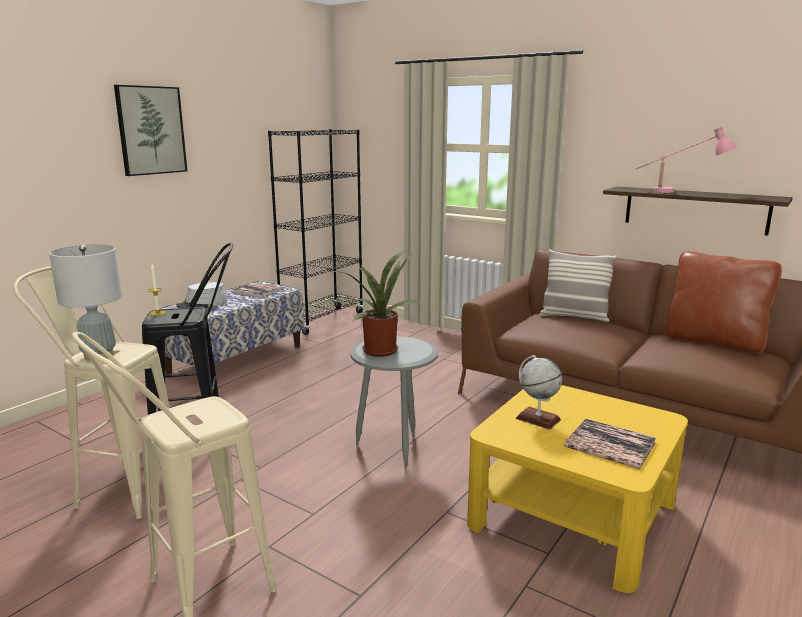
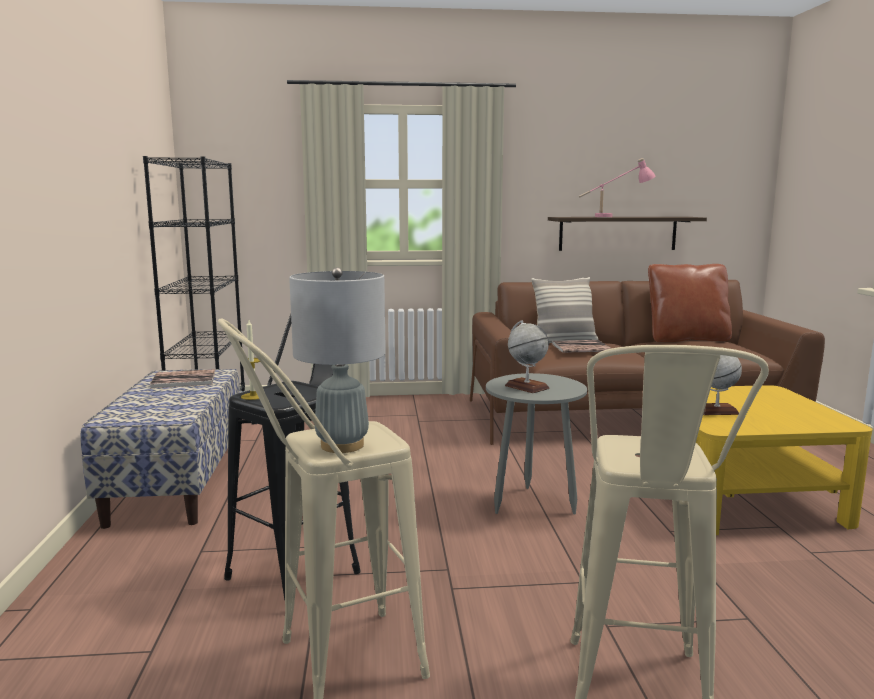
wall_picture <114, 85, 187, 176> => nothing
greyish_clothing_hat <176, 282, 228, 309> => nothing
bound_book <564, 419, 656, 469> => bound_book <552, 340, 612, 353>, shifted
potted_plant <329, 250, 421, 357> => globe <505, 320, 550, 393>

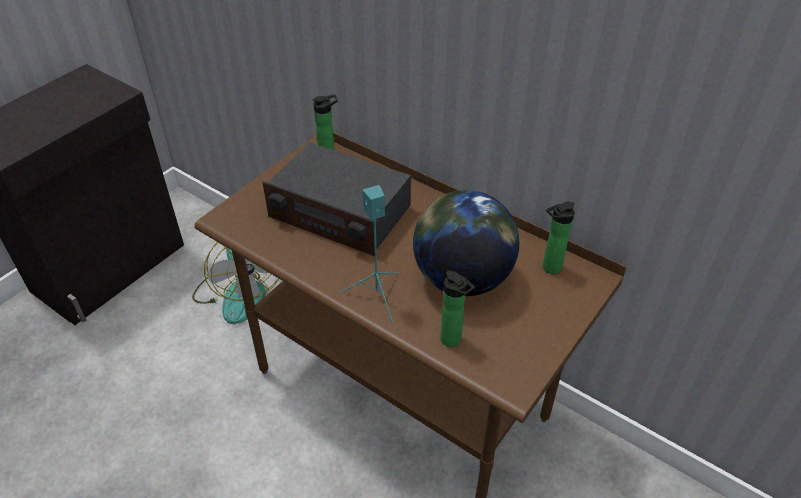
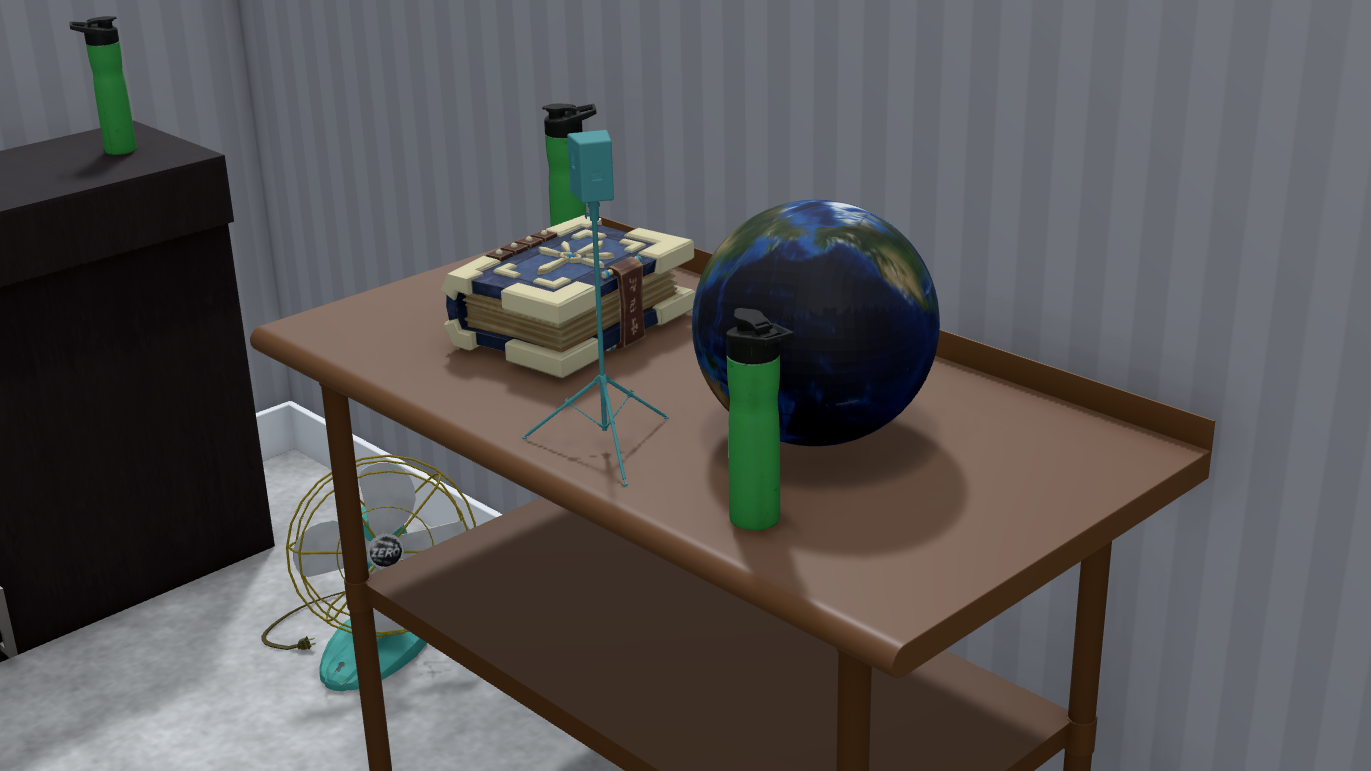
drink_bottle <543, 201, 575, 274> => drink_bottle <69, 16, 137, 155>, shifted
radio <263, 142, 411, 256> => bound_book <441, 215, 695, 378>

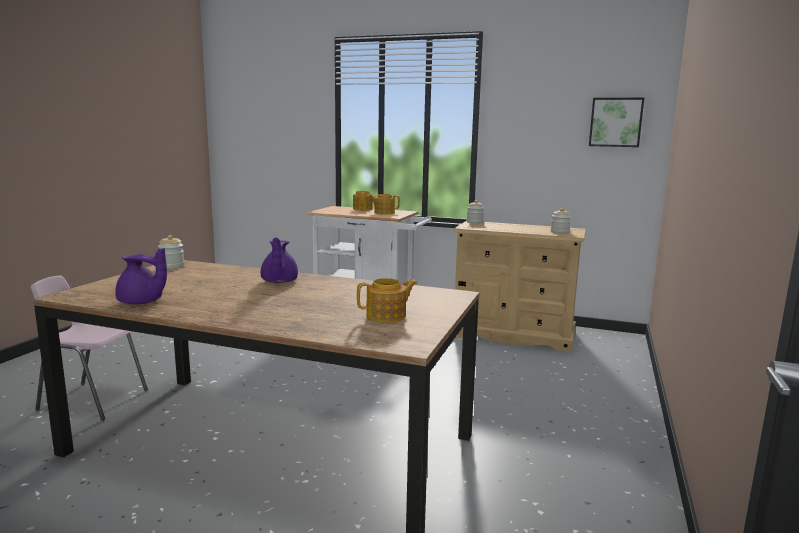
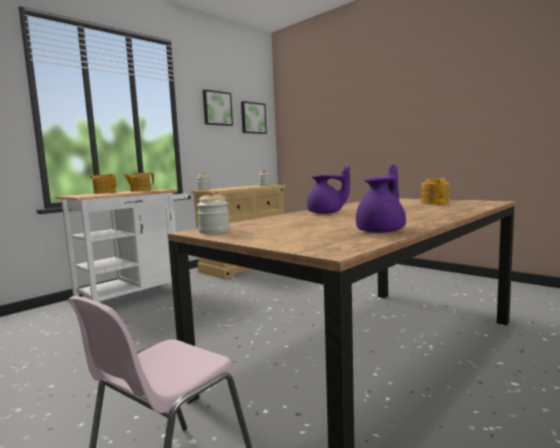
nothing => wall_picture <203, 90, 233, 126>

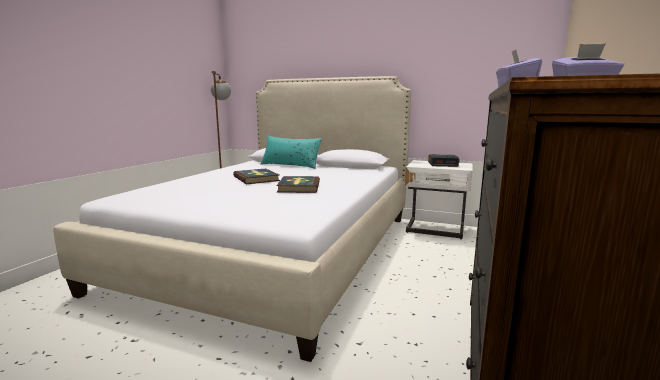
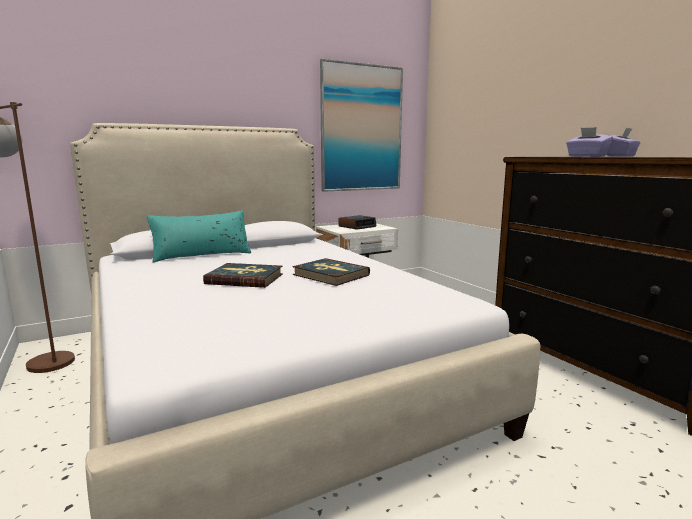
nothing => wall_picture <320, 59, 403, 192>

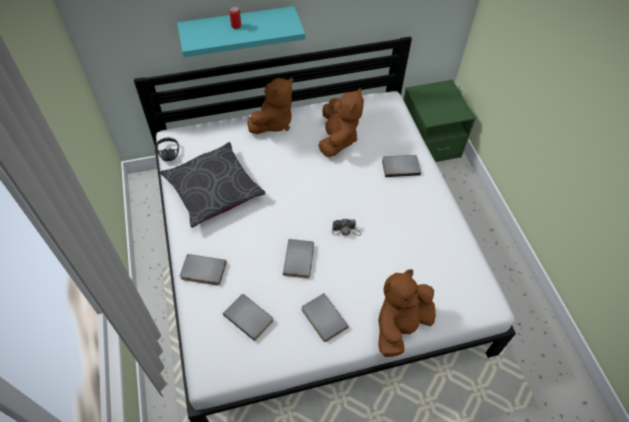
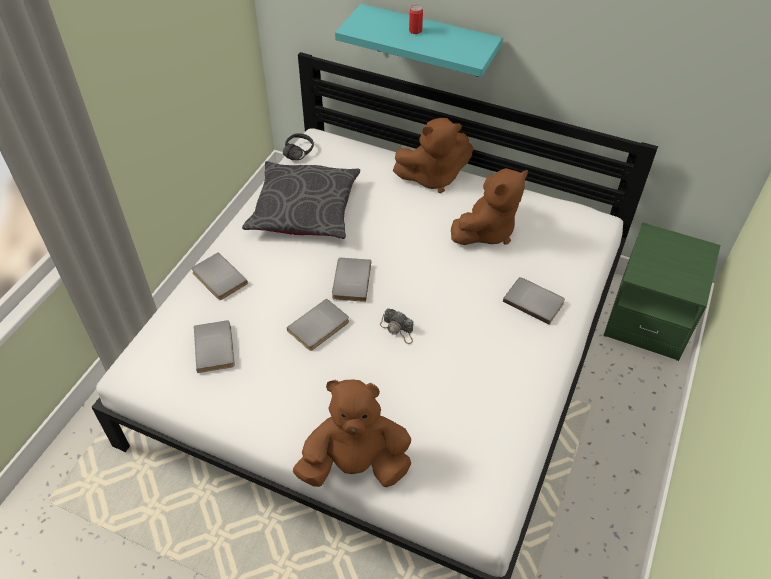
greyish_bound_book <302, 293, 349, 342> => greyish_bound_book <332, 258, 371, 302>, shifted

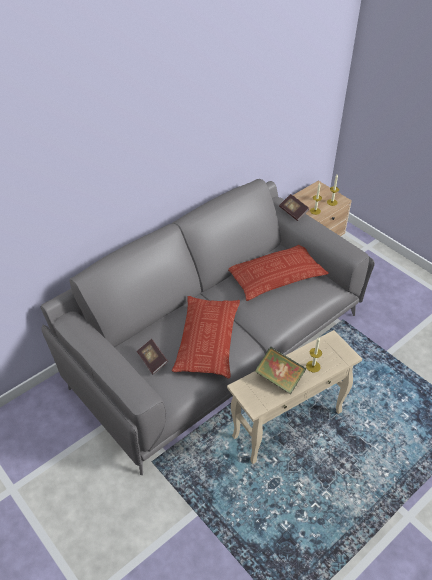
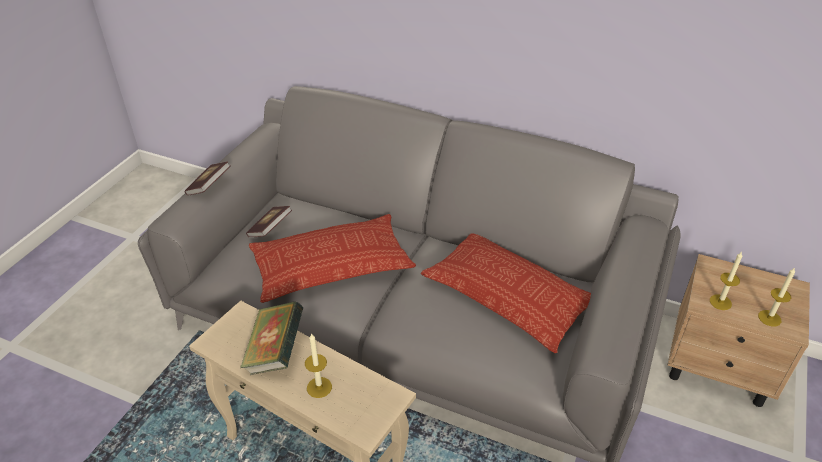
bound_book <279, 194, 309, 221> => bound_book <184, 162, 231, 196>, shifted

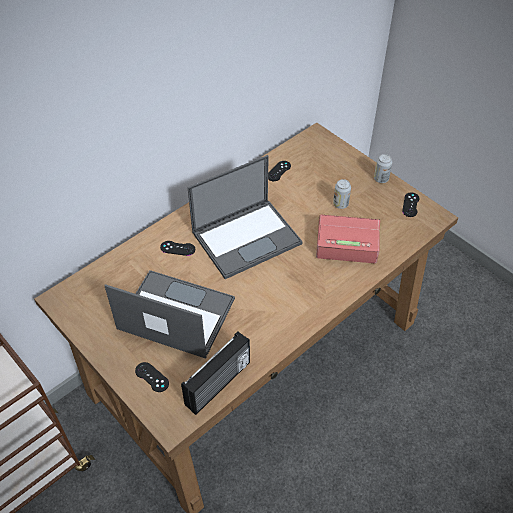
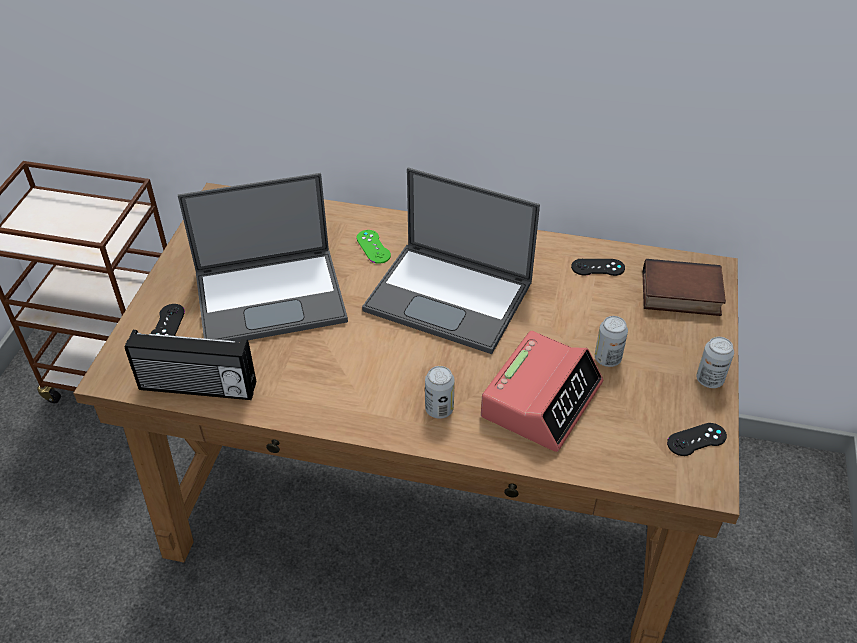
nothing => metal_can <425, 366, 455, 419>
nothing => bound_book <642, 259, 726, 316>
black_joypad <160, 241, 195, 256> => greenish_joypad <356, 230, 391, 264>
portable_computer <104, 270, 235, 359> => portable_computer <178, 173, 348, 342>, 90 degrees clockwise
alarm_clock <316, 215, 380, 263> => alarm_clock <481, 331, 603, 452>, 60 degrees clockwise

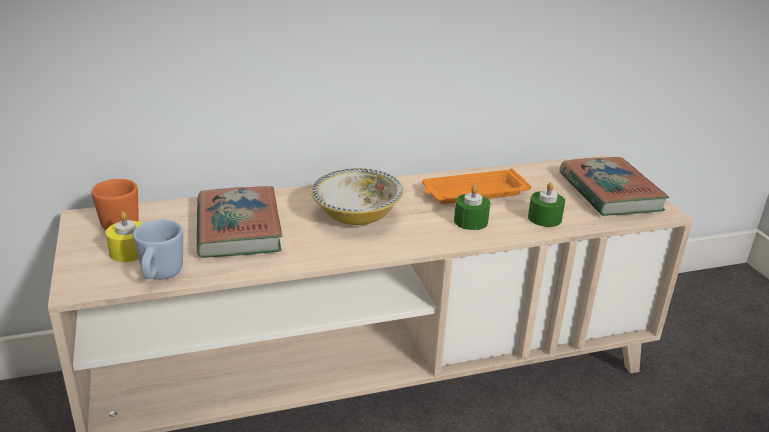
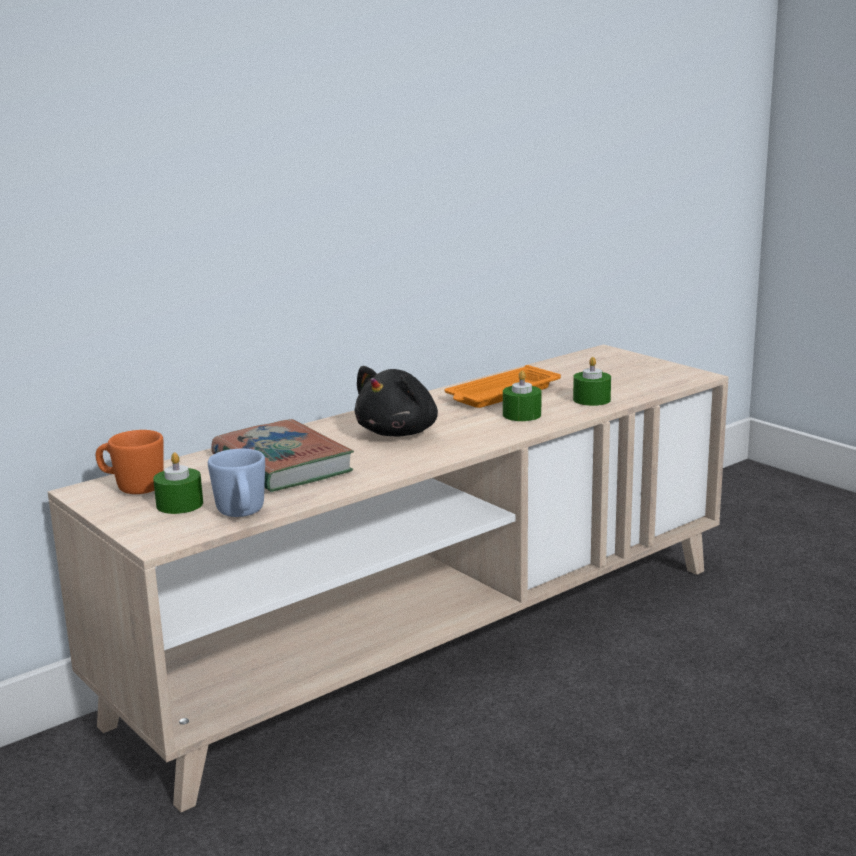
bound_book <559, 157, 670, 216> => nothing
deep_dish <311, 168, 403, 225> => black_soft_toy <355, 366, 438, 437>
yellow-coloured_wax_light <106, 212, 143, 262> => greenish_wax_light <153, 452, 203, 514>

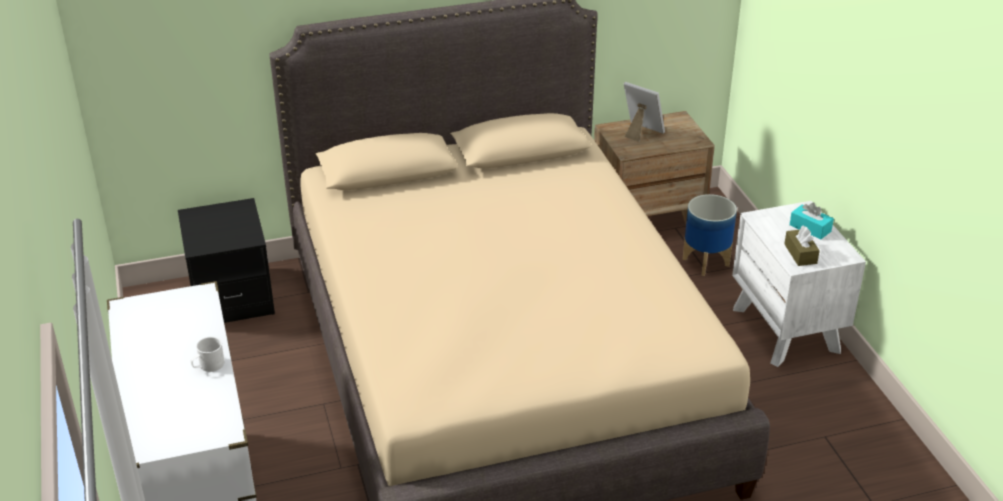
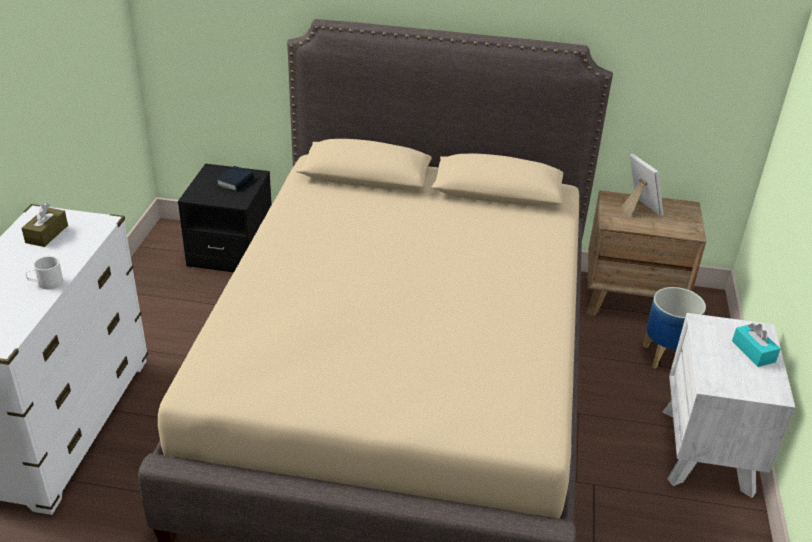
nothing => bound_book <217, 166, 254, 192>
brownish_tissue_holder <784, 225, 820, 266> => brownish_tissue_holder <22, 203, 68, 247>, shifted

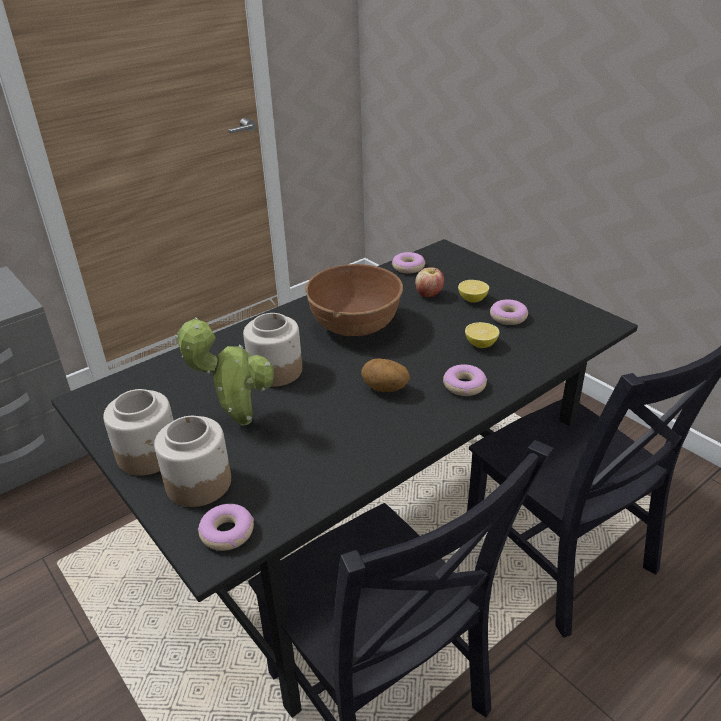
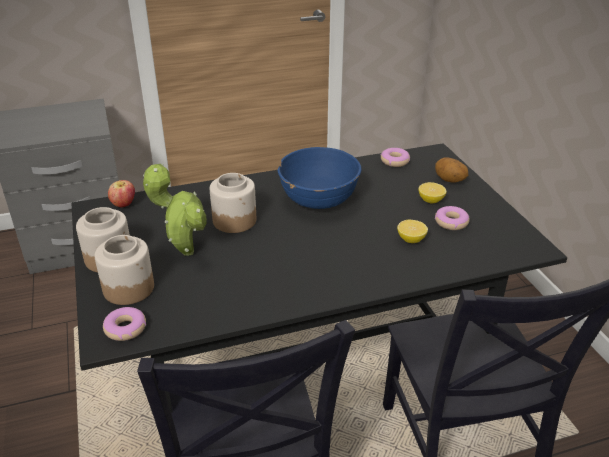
donut <443, 364, 487, 396> => nothing
spud <361, 358, 410, 392> => spud <435, 157, 468, 183>, shifted
whole_apple <415, 267, 444, 297> => whole_apple <108, 180, 135, 207>, shifted
brownish_deep_dish <305, 264, 403, 336> => bluish_deep_dish <278, 147, 361, 209>

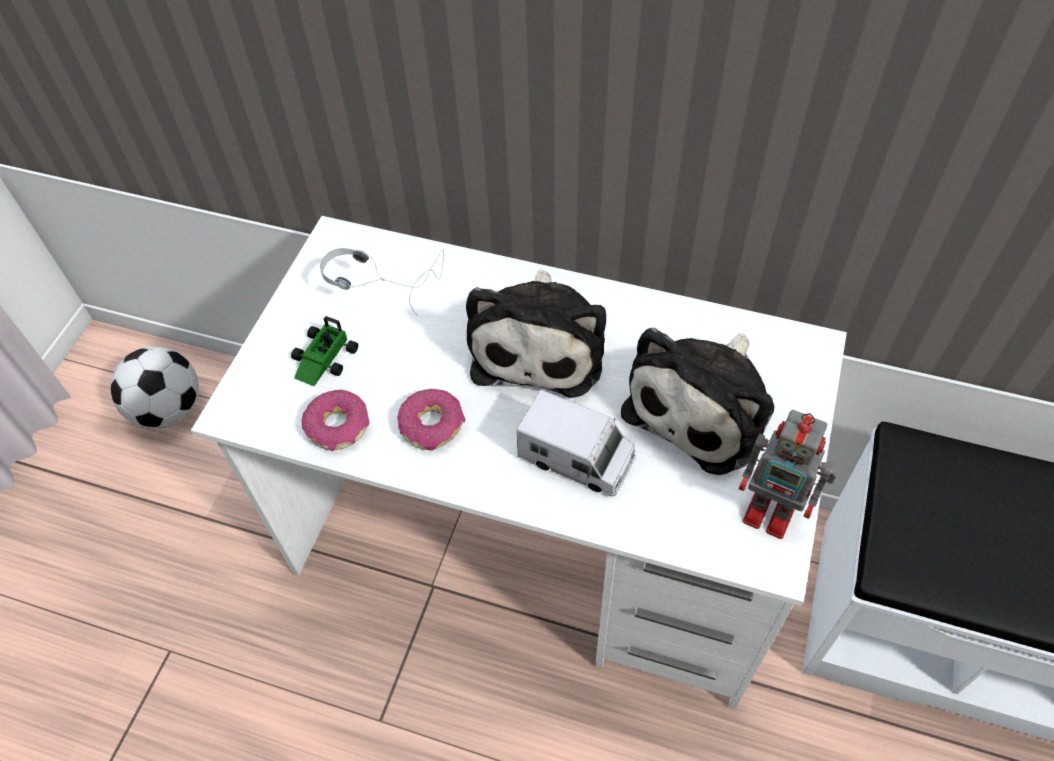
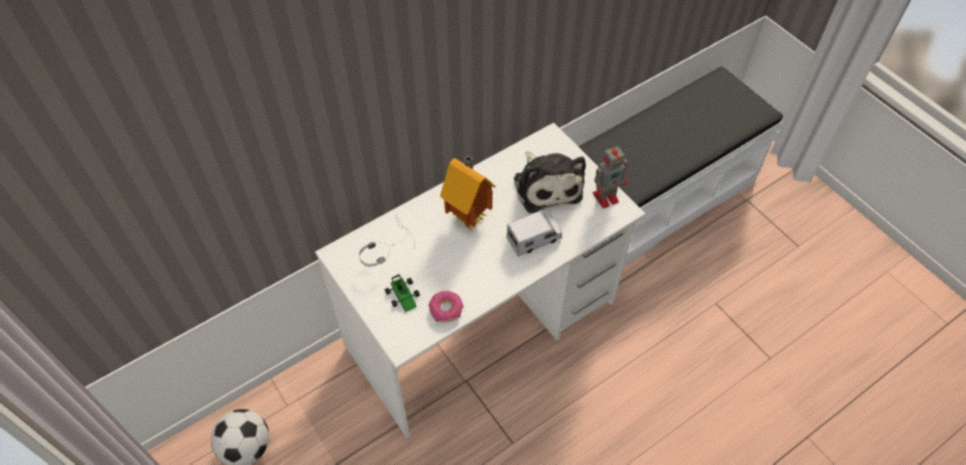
donut <397, 389, 465, 451> => nothing
soft_toy <466, 270, 606, 398> => toy_house <440, 156, 496, 230>

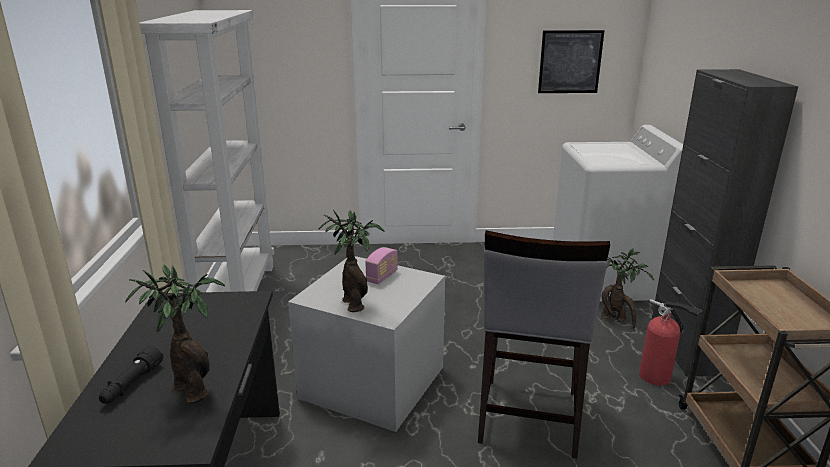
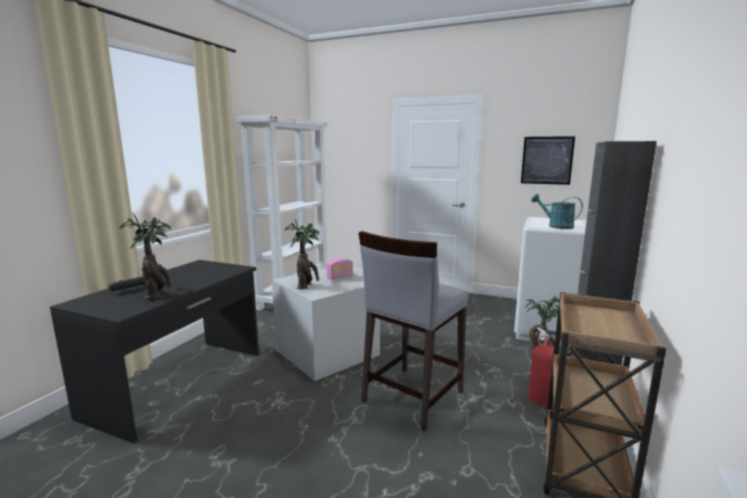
nothing => blue-green_watering_can <531, 194, 583, 229>

